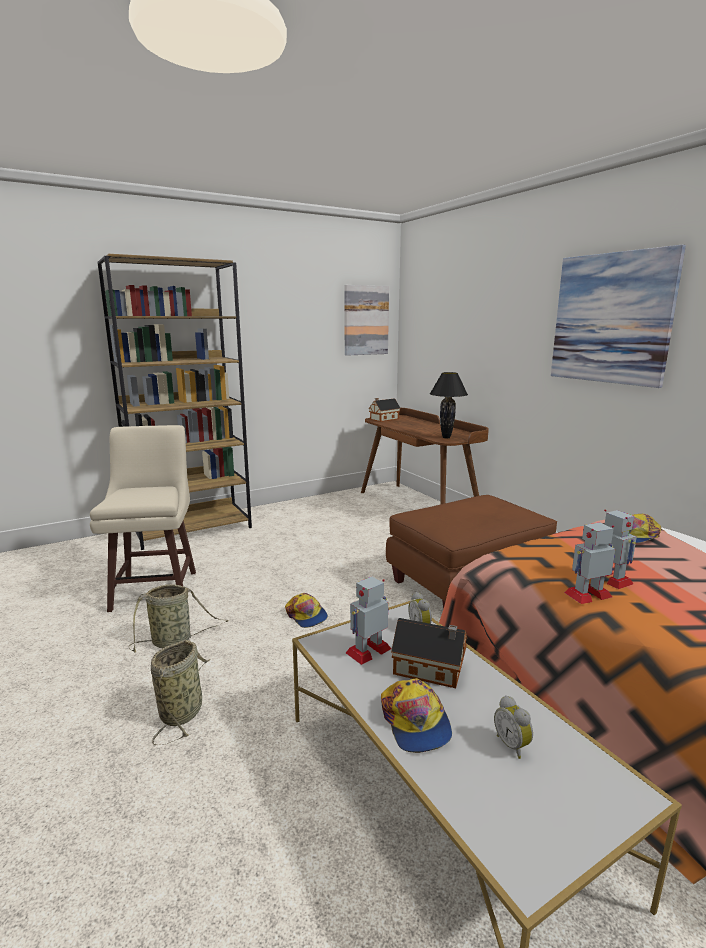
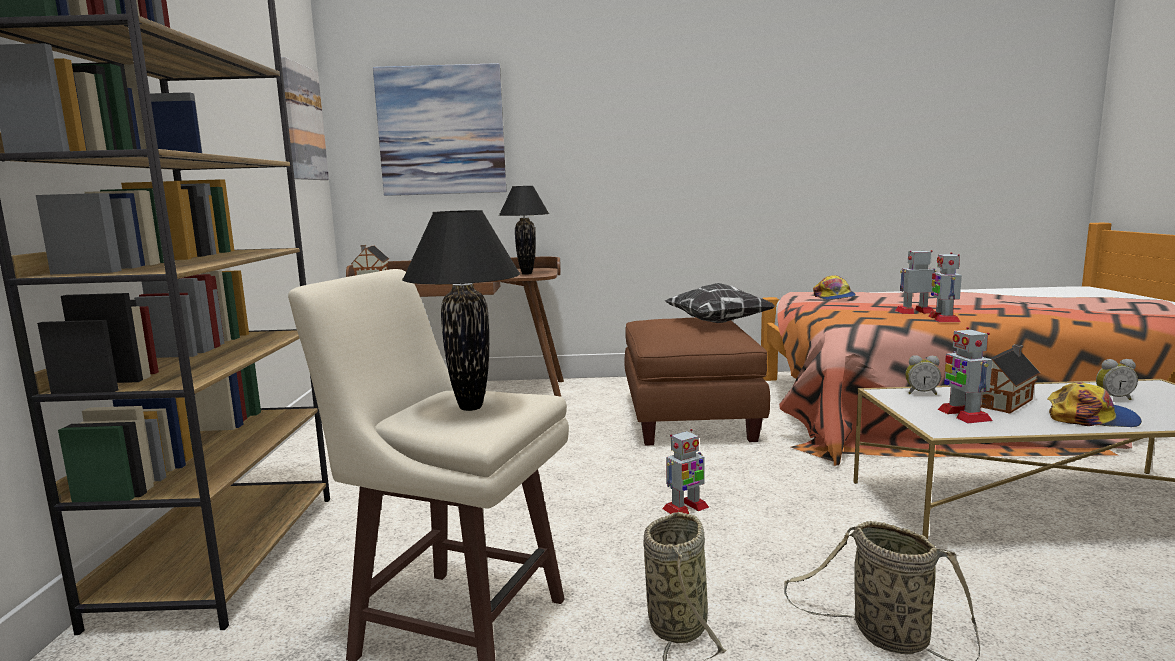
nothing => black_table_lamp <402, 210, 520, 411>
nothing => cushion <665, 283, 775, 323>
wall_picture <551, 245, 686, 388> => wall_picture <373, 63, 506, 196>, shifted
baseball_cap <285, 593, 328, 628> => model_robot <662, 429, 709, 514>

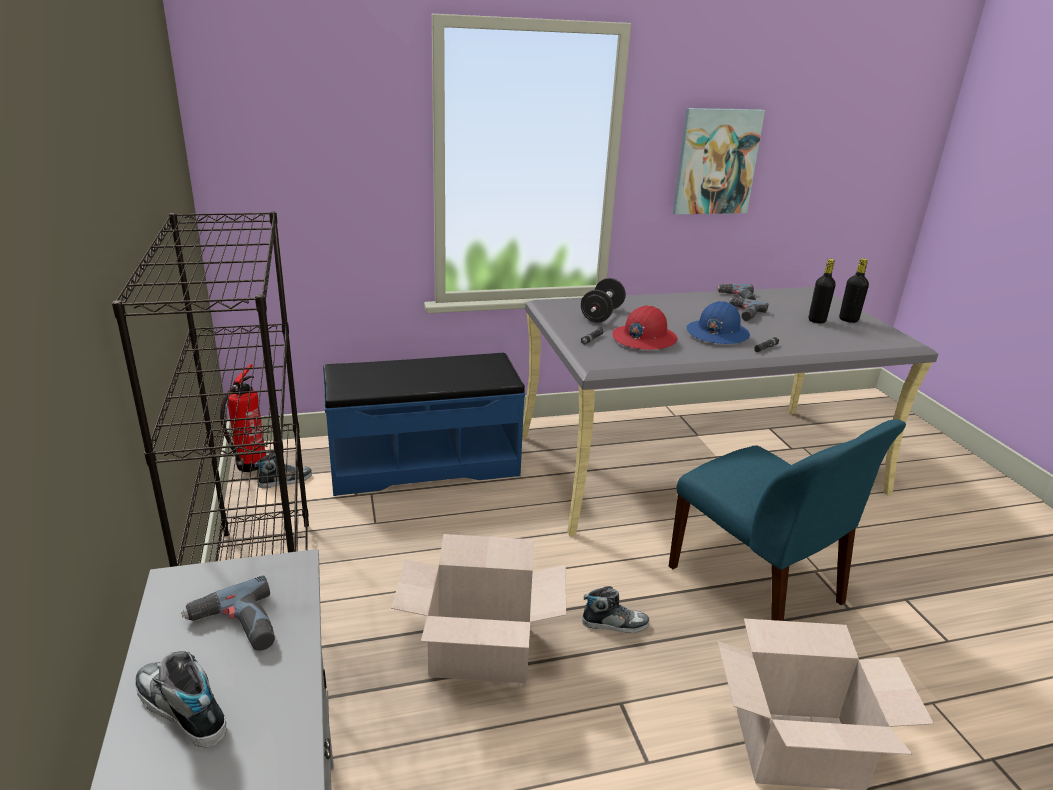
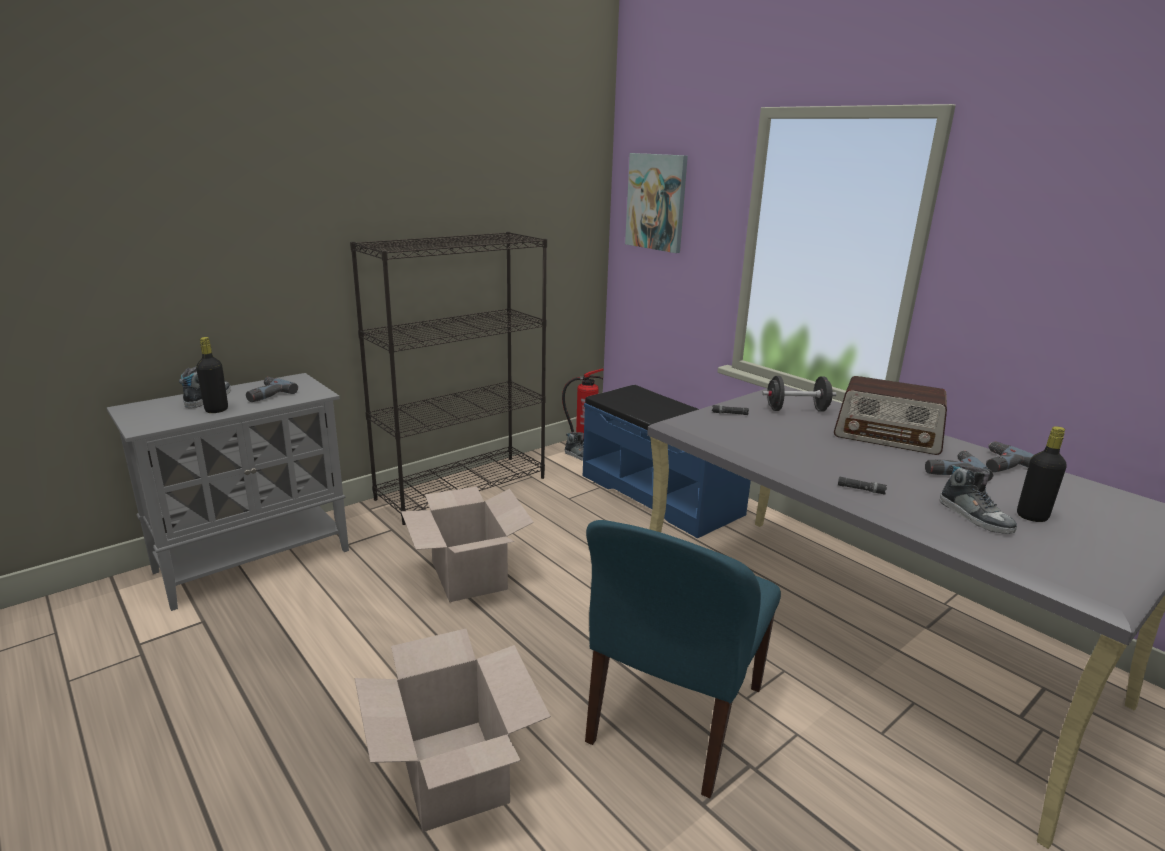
red_work_helmet <612, 306, 678, 350> => nothing
bluish_work_helmet <687, 301, 750, 344> => nothing
nothing => radio <834, 376, 947, 455>
item_of_footwear <582, 586, 649, 633> => item_of_footwear <940, 465, 1017, 534>, shifted
wall_picture <673, 108, 765, 215> => wall_picture <625, 153, 688, 253>, shifted
black_drink_bottle <839, 258, 869, 323> => black_drink_bottle <196, 337, 228, 413>, shifted

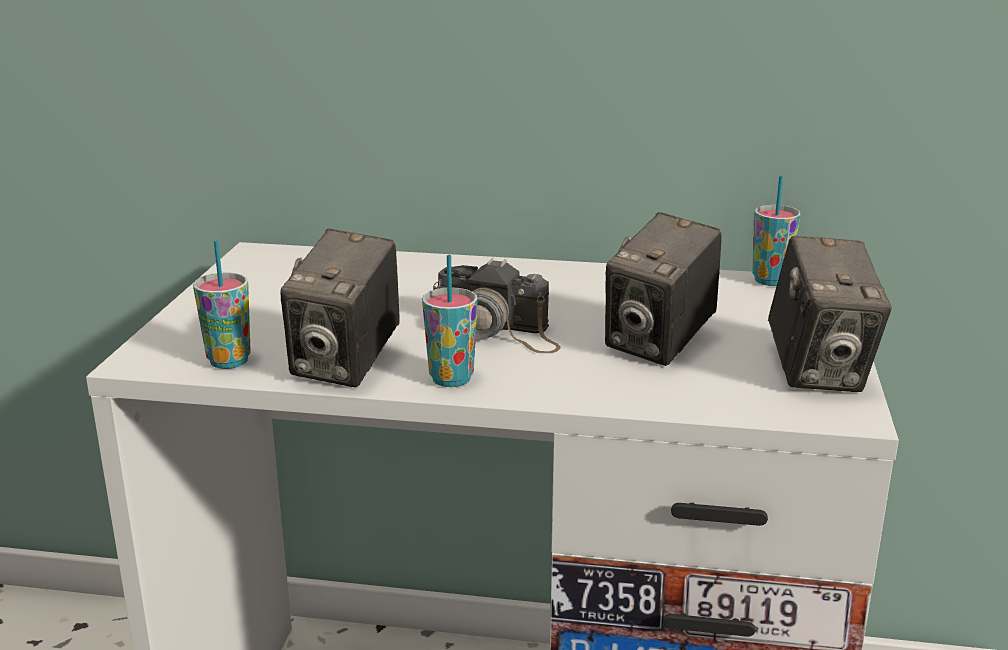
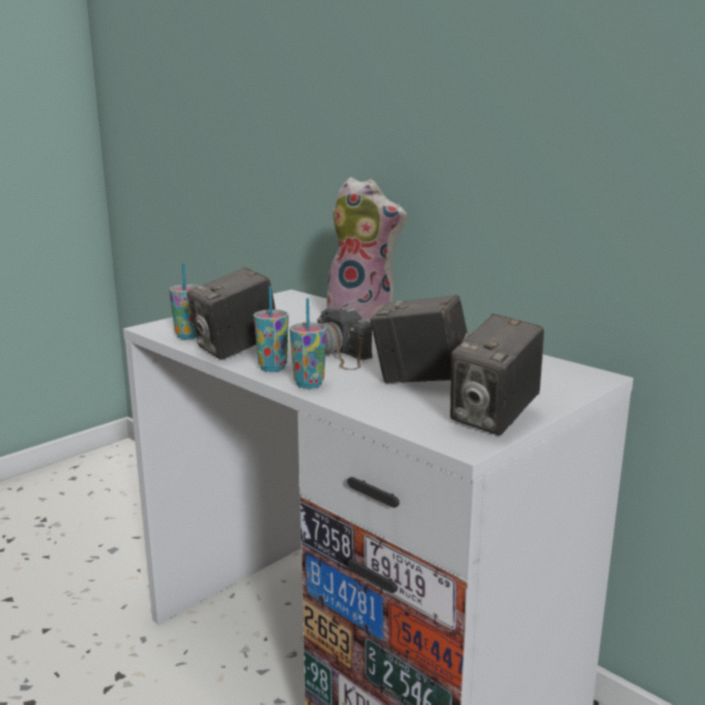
nothing => soft_toy <320, 177, 407, 324>
cup <752, 176, 801, 286> => cup <290, 298, 327, 389>, shifted
photo_camera <605, 212, 722, 366> => photo_camera <370, 294, 467, 383>, 45 degrees clockwise

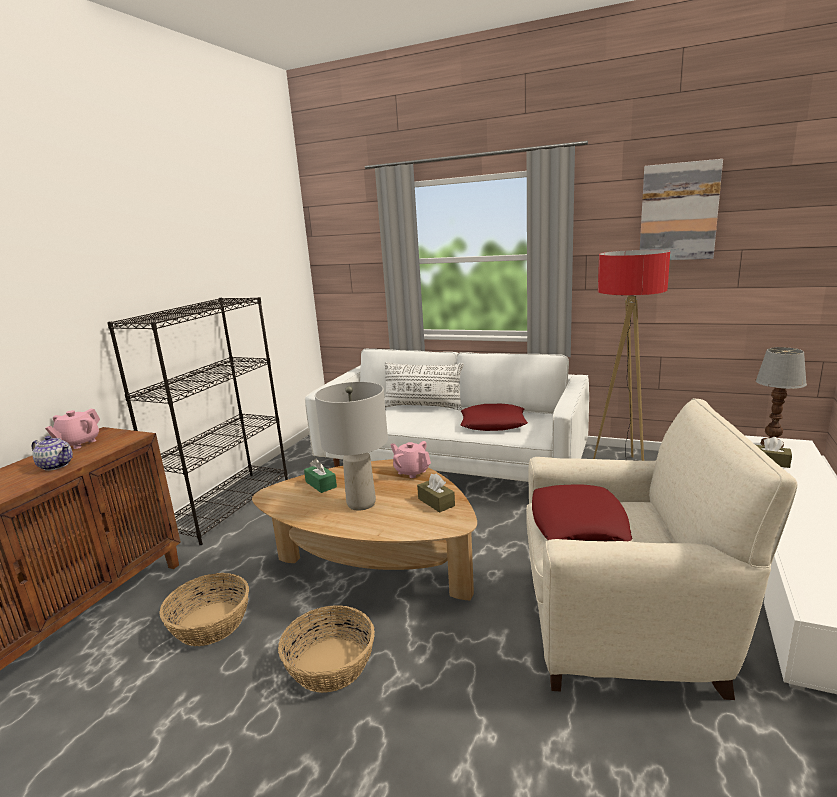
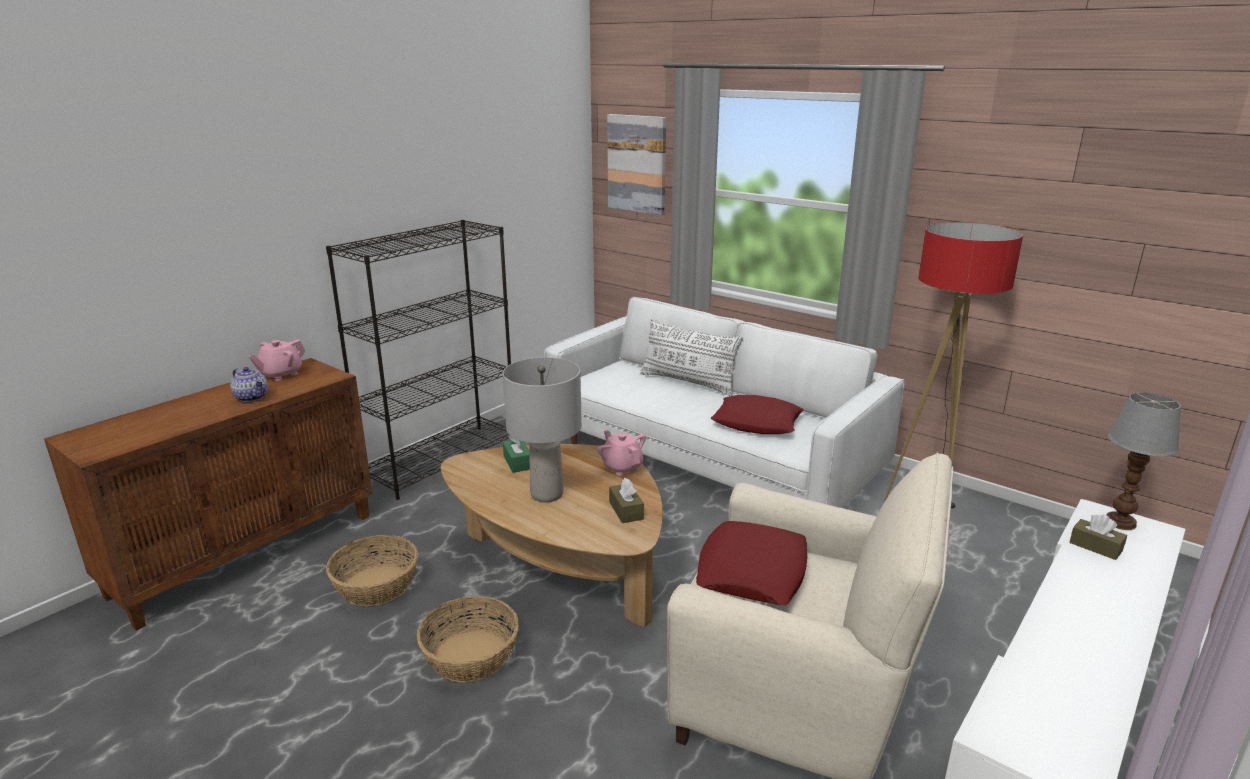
wall_picture <640, 159, 723, 260> => wall_picture <607, 114, 666, 215>, shifted

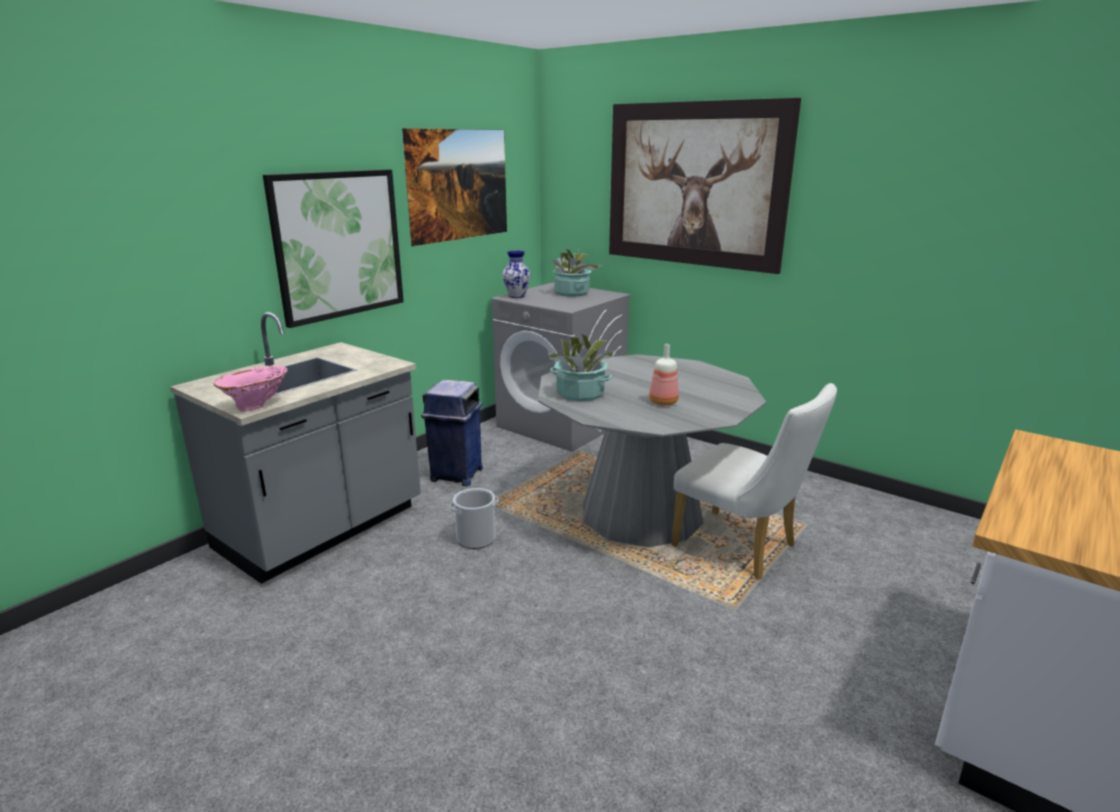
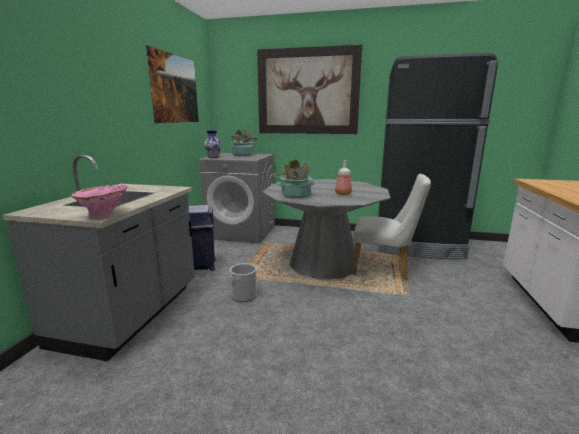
wall_picture <263, 170, 404, 328> => nothing
nothing => black_kitchen_fridge <378, 52, 498, 259>

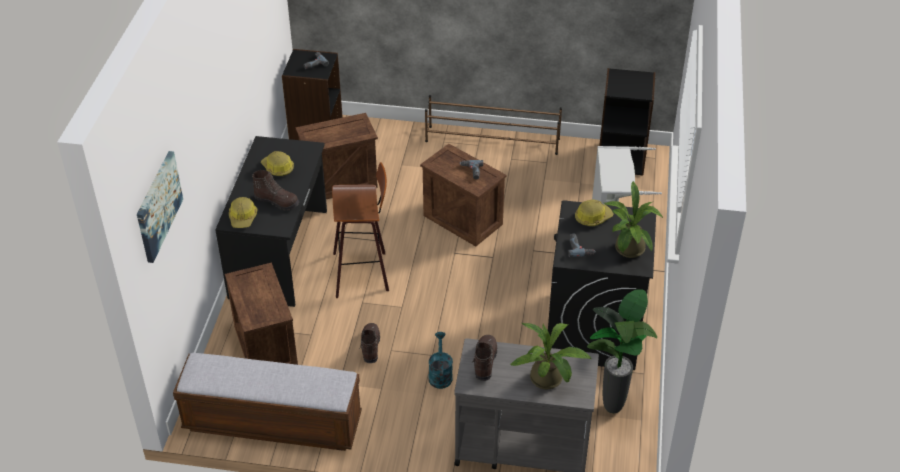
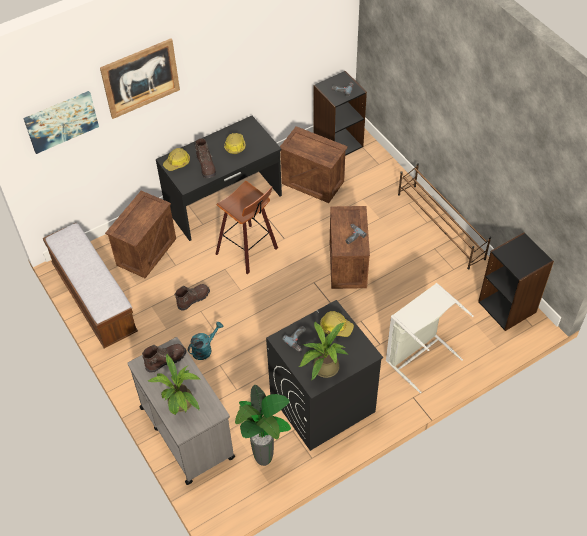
nothing => wall_picture <100, 38, 180, 119>

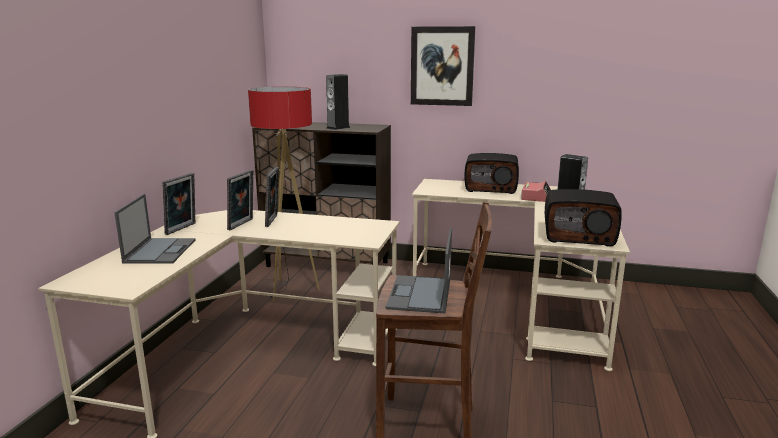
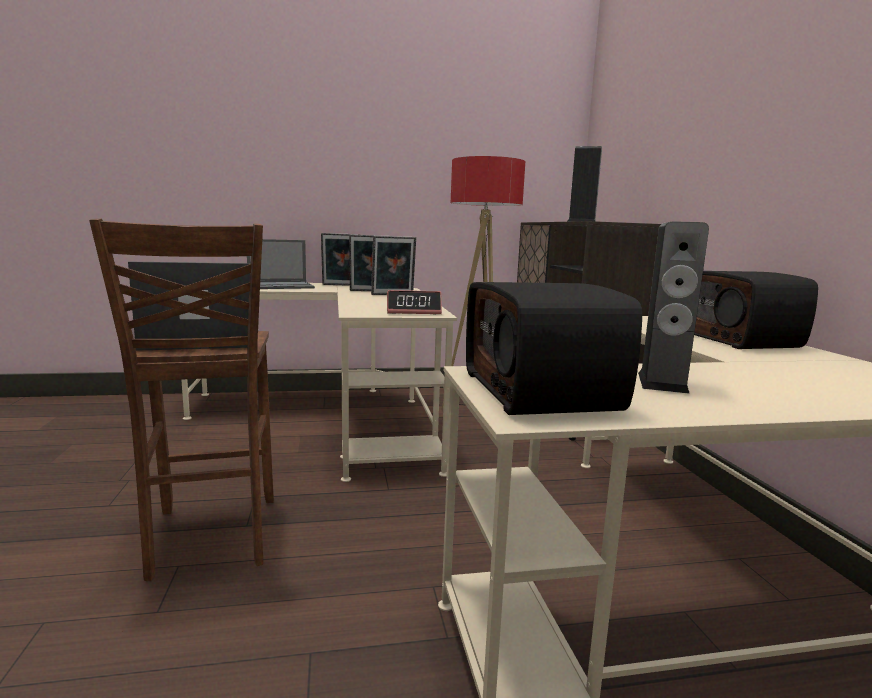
wall_picture <411, 26, 475, 106> => nothing
alarm_clock <521, 181, 551, 202> => alarm_clock <387, 290, 442, 314>, shifted

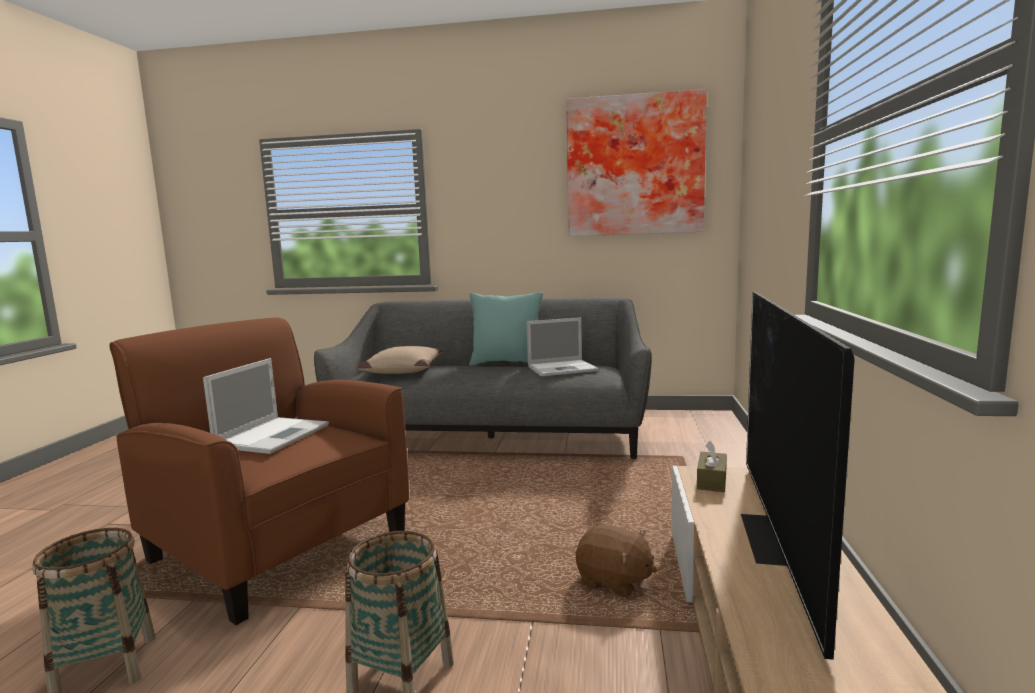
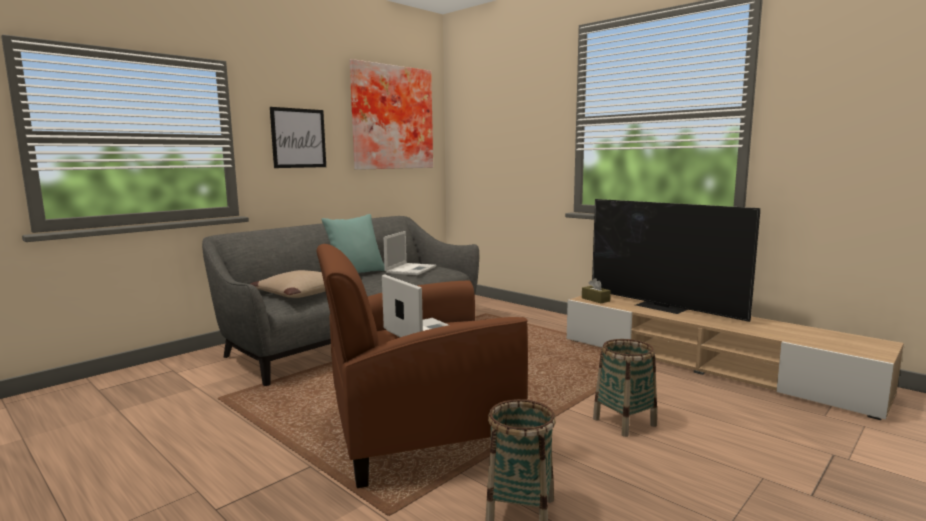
brownish_soft_toy <576, 524, 657, 598> => nothing
nothing => wall_picture <270, 107, 326, 168>

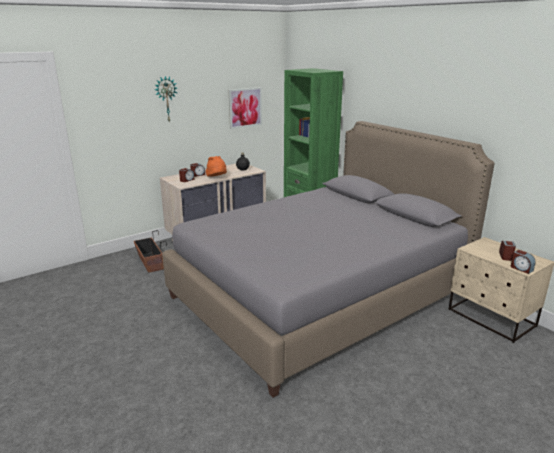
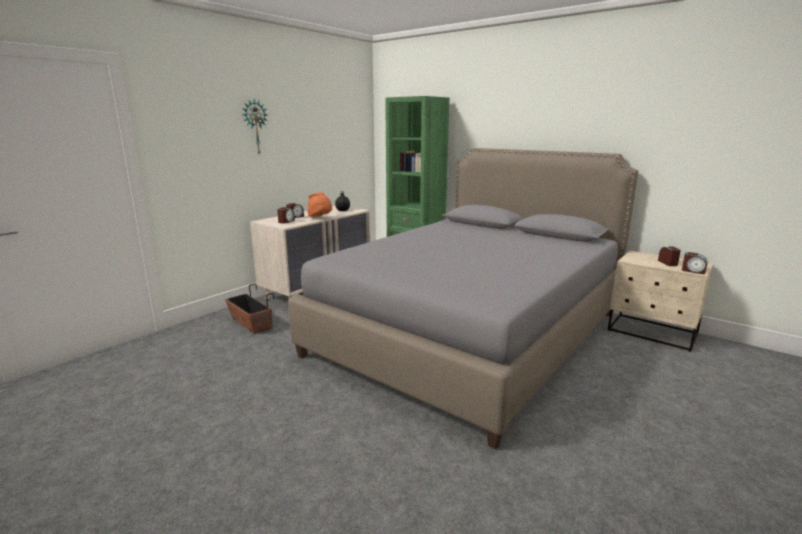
wall_picture <229, 87, 262, 129> => nothing

